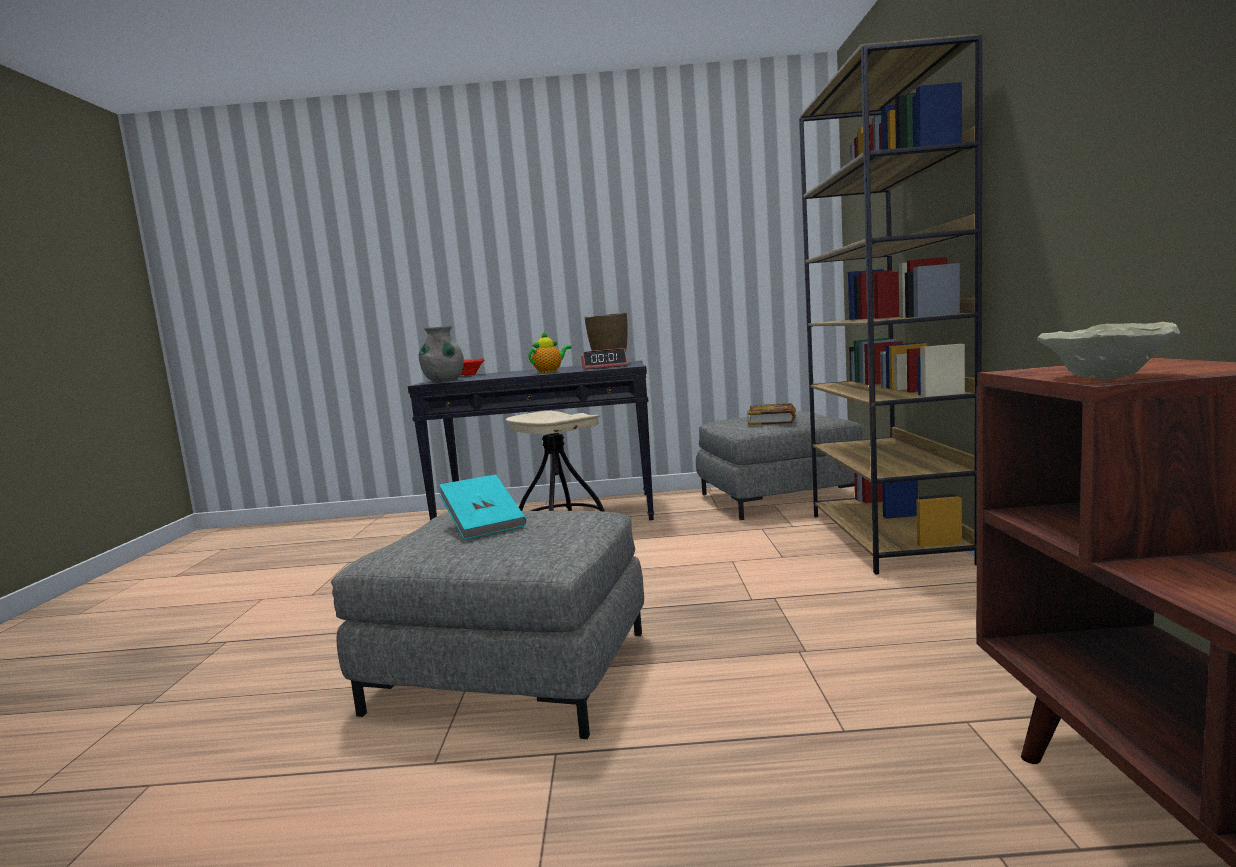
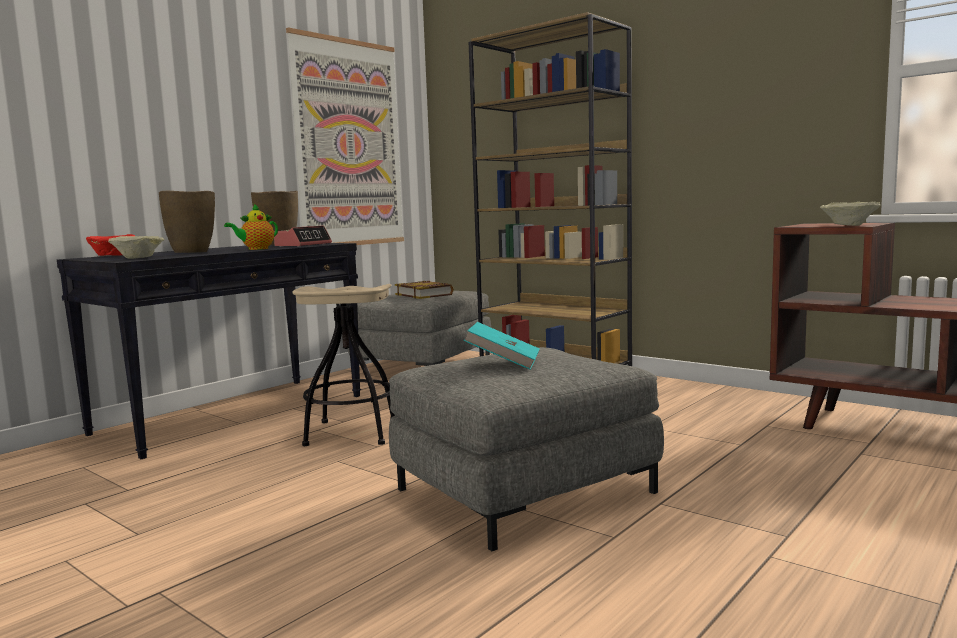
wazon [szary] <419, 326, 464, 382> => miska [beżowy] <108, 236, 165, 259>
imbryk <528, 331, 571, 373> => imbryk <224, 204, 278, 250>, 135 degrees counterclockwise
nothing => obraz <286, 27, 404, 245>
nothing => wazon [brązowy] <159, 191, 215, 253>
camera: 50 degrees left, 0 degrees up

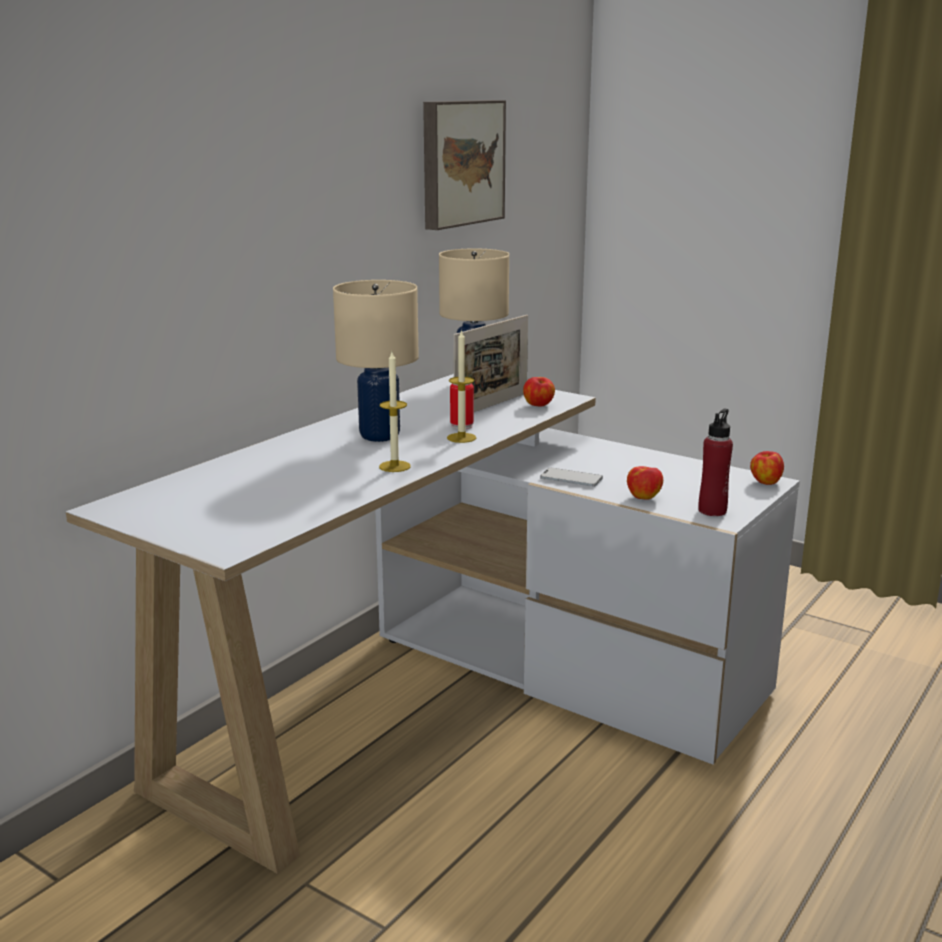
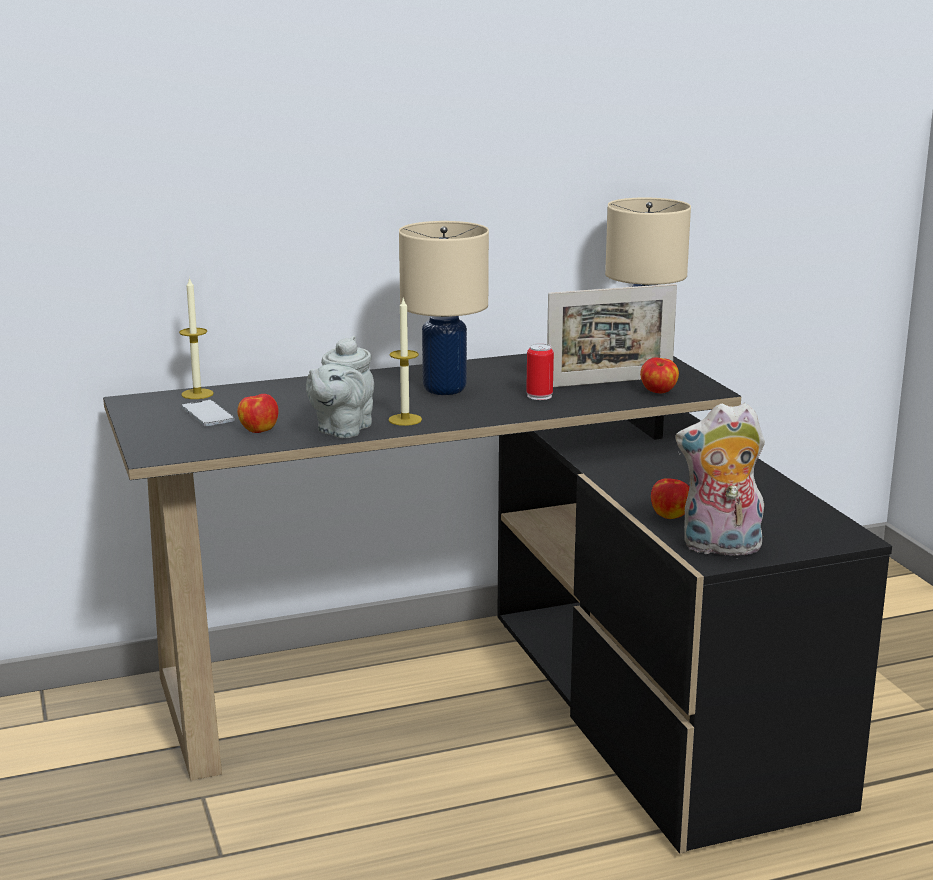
obraz <423, 100, 506, 230> => nothing
świeca <447, 329, 476, 443> => świeca <179, 277, 214, 399>, relocated
biurko [biały] <66, 374, 800, 874> => biurko [czarny] <103, 354, 892, 854>
butelka [czerwony] <698, 408, 733, 516> => pluszak <675, 403, 765, 556>
jabłko <750, 451, 784, 485> => jabłko <237, 394, 279, 433>, relocated
telefon <540, 468, 603, 487> => telefon <182, 400, 235, 426>, relocated
nothing => imbryk [szary] <306, 336, 374, 438>
camera: 35 degrees right, 0 degrees up

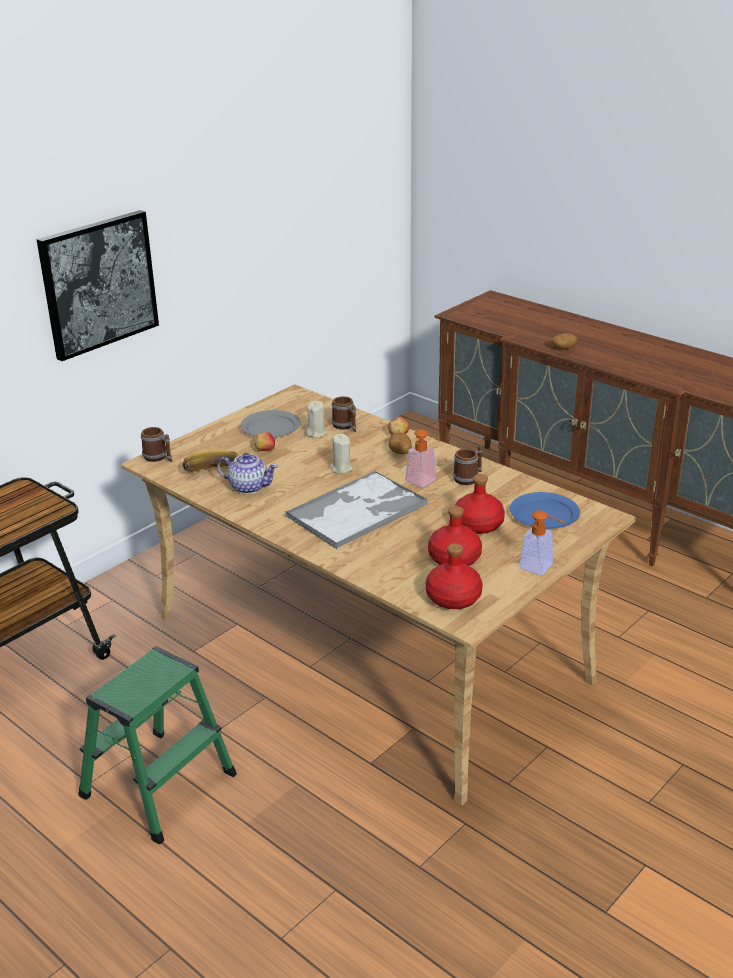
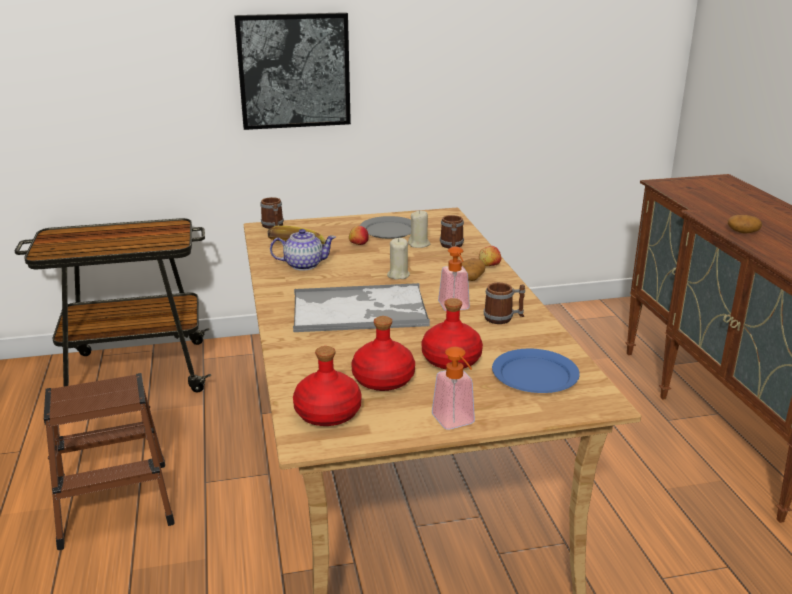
imbryk <217, 453, 278, 494> => imbryk <270, 229, 336, 271>, 60 degrees counterclockwise
drabinka [zielony] <78, 646, 237, 844> => drabinka [brązowy] <44, 373, 175, 550>
camera: 35 degrees right, 5 degrees down

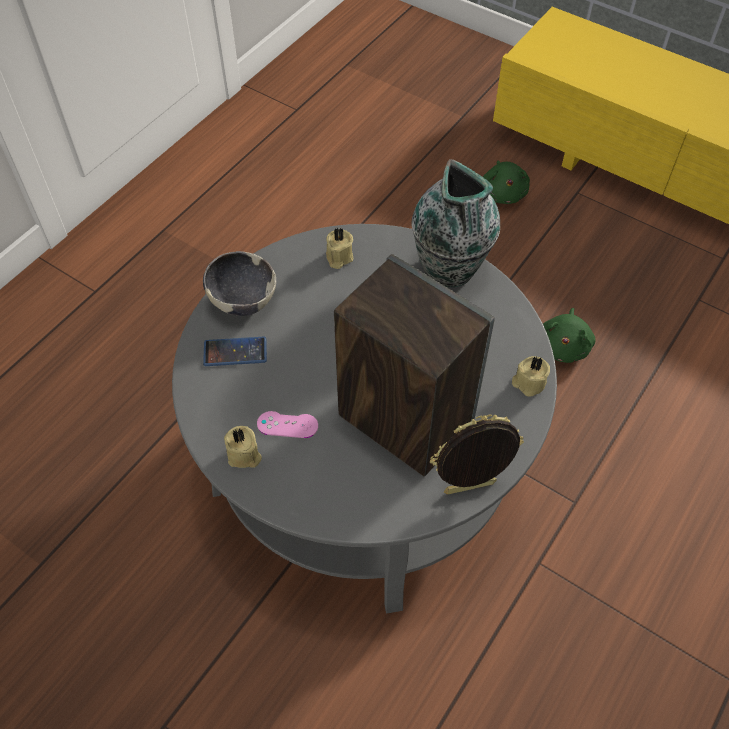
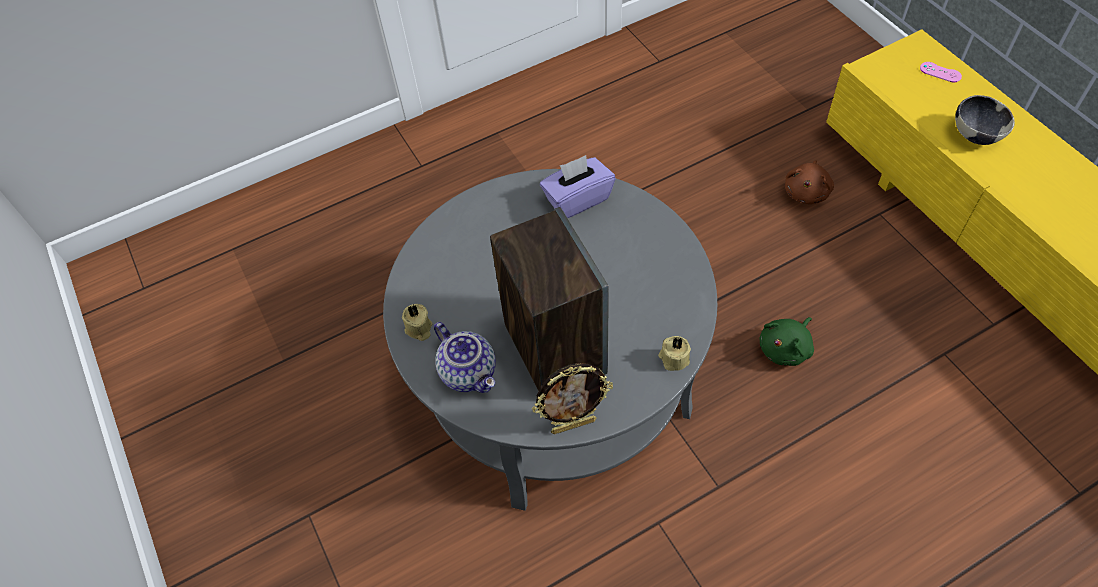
wazon <411, 159, 500, 287> => nothing
pluszak [zielony] <483, 161, 530, 204> => pluszak [brązowy] <785, 161, 834, 204>
świeca [beżowy] <326, 228, 353, 269> => pudełko chusteczek [fioletowy] <540, 155, 615, 218>
miska <203, 251, 276, 316> => miska <955, 95, 1015, 145>, relocated
telefon <203, 337, 267, 366> => nothing
pad do gier [różowy] <257, 411, 318, 438> => pad do gier [różowy] <920, 62, 962, 82>, relocated
ramka na zdjęcie <430, 415, 524, 494> => ramka na zdjęcie <532, 363, 613, 434>, 150 degrees clockwise
nothing => imbryk <434, 322, 496, 393>
camera: 30 degrees right, 0 degrees up

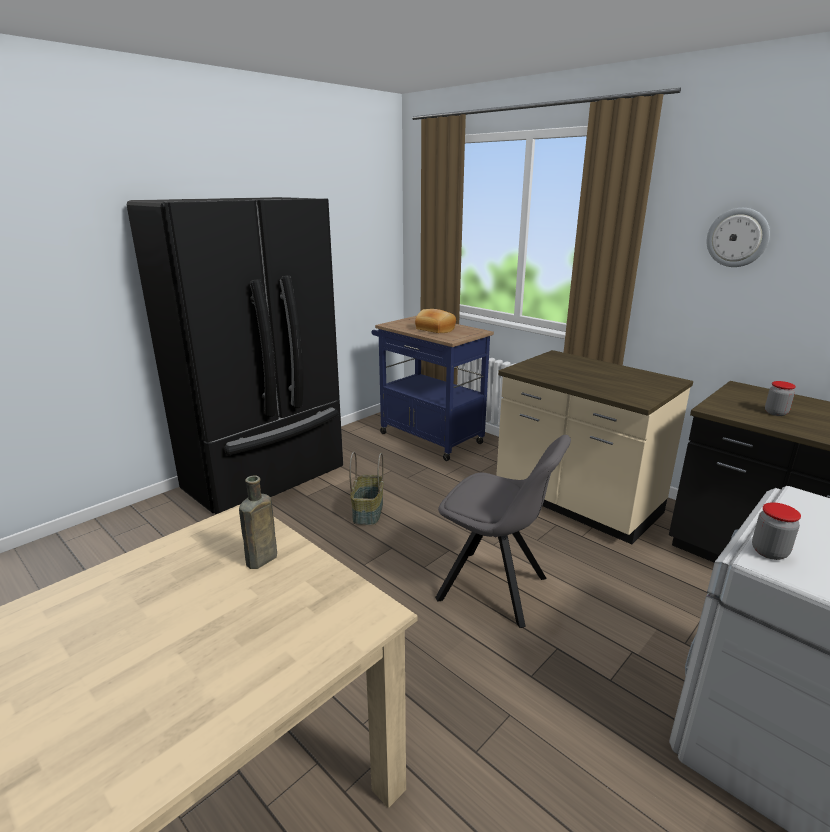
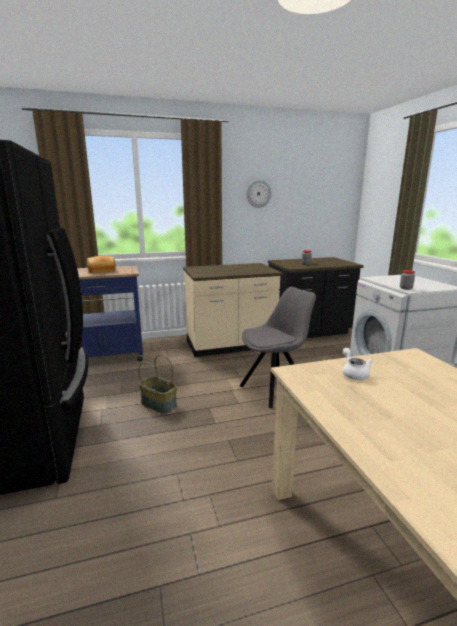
butelka [brązowy] <239, 475, 277, 569> => imbryk [biały] <342, 348, 373, 380>
camera: 60 degrees left, 5 degrees down

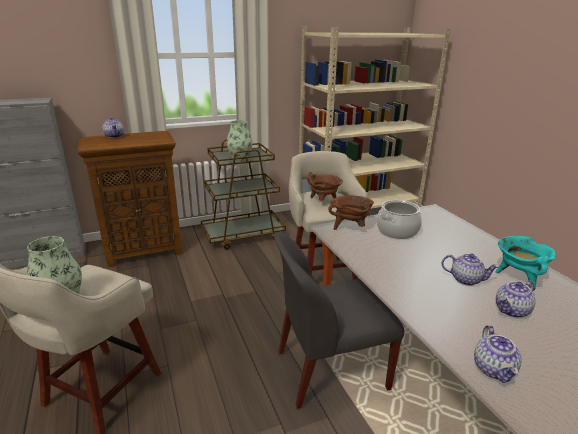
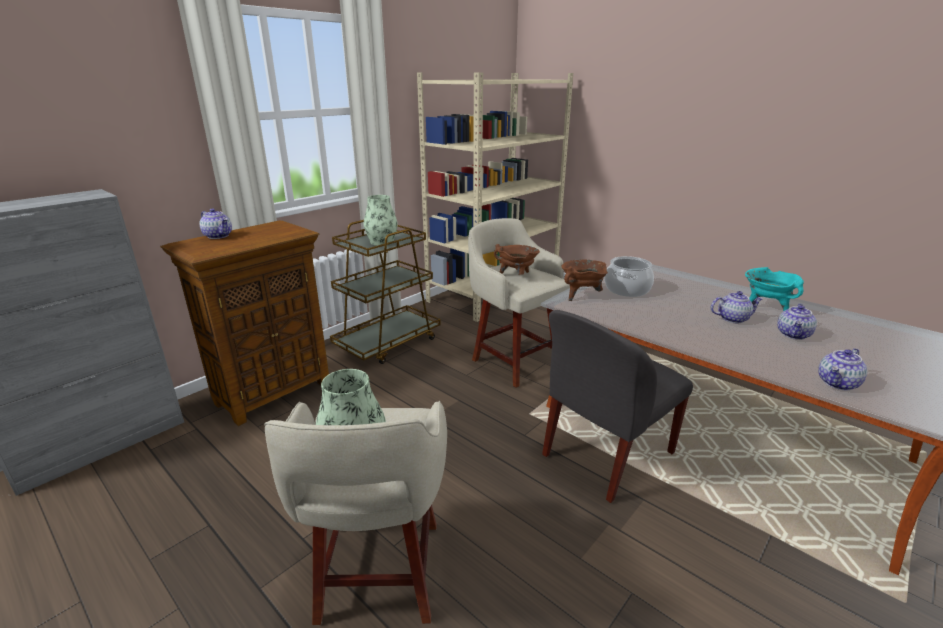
imbryk <474, 325, 522, 383> => imbryk <818, 348, 867, 390>, 75 degrees clockwise
camera: 25 degrees left, 0 degrees up

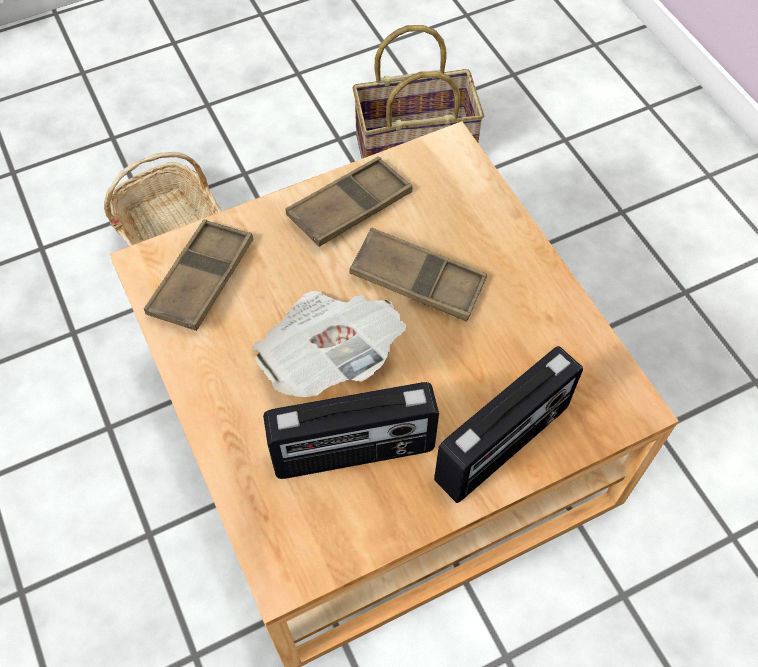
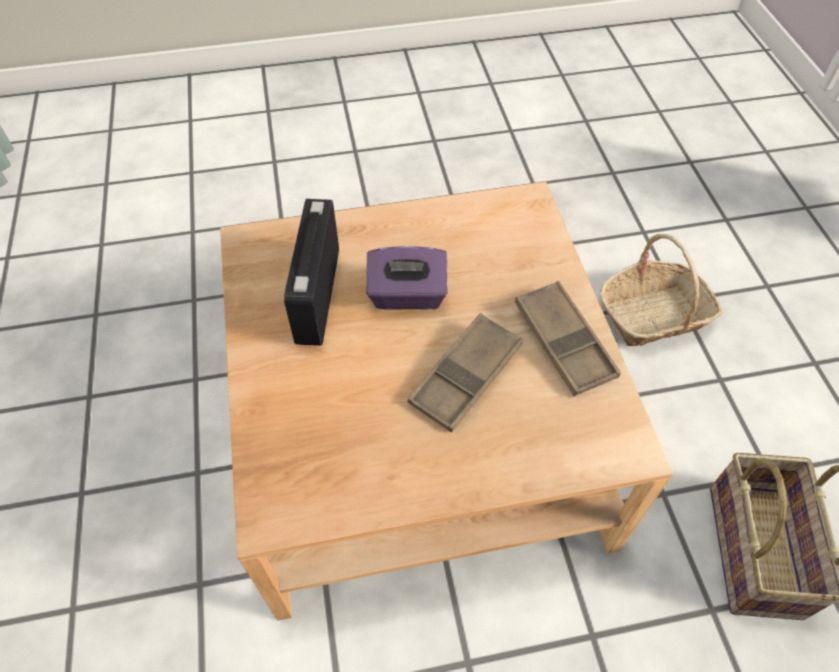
taca [brązowy] <144, 219, 254, 331> => nothing
gazeta <251, 291, 406, 397> => pudełko chusteczek [fioletowy] <366, 246, 447, 310>
radio <434, 346, 583, 503> => nothing
camera: 105 degrees right, 5 degrees down

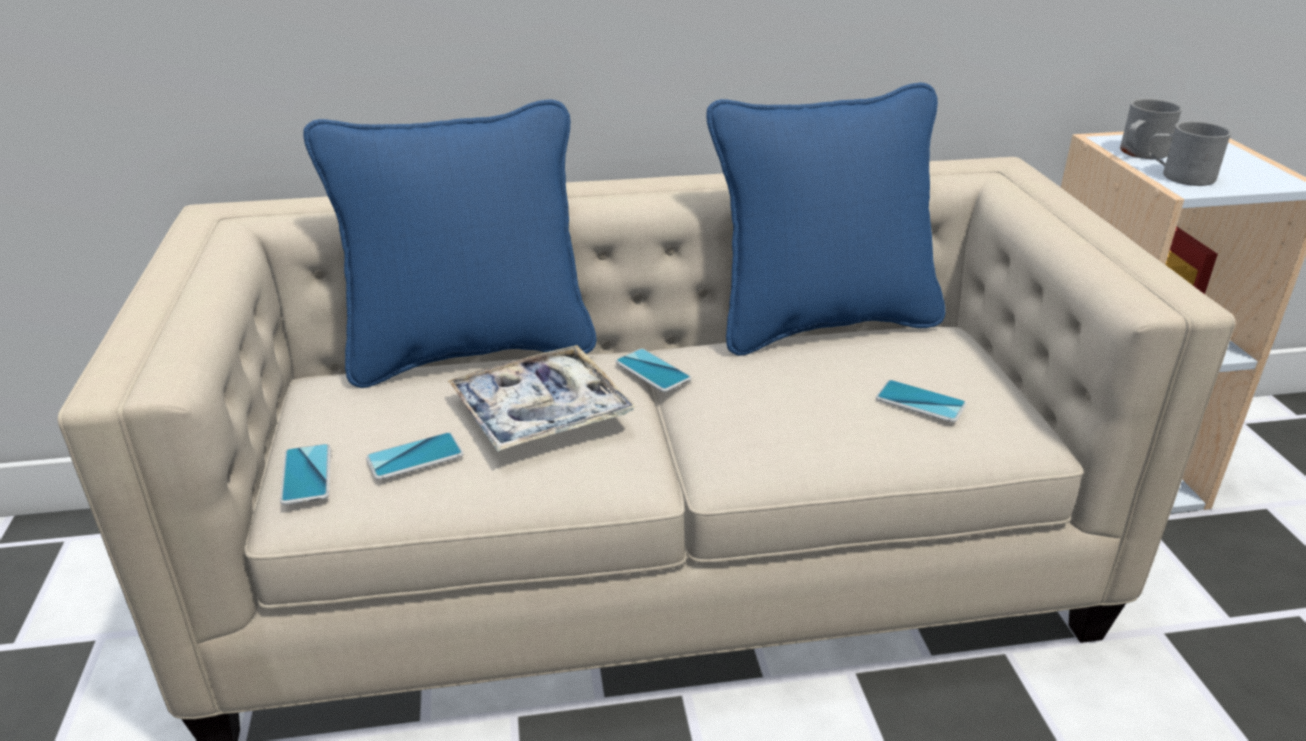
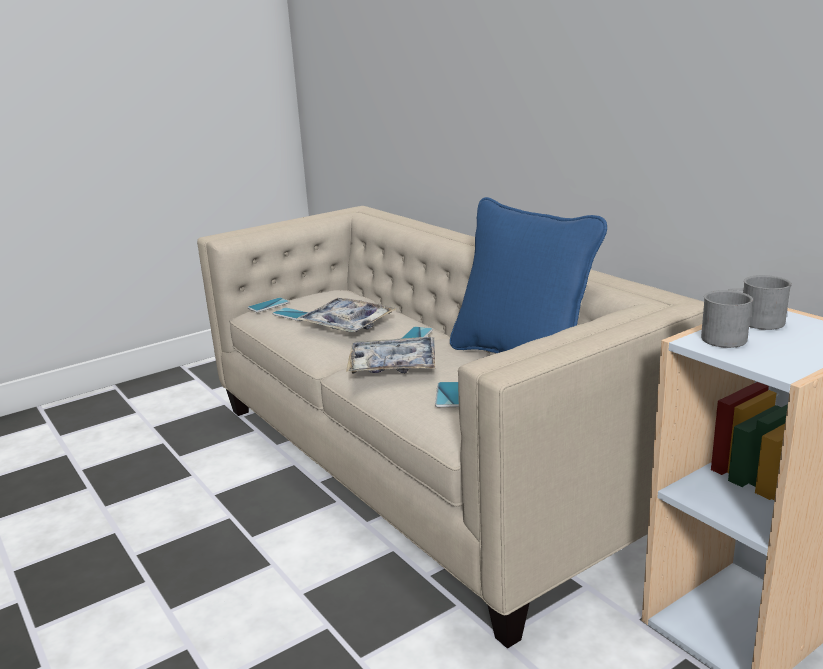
poduszka [niebieski] <303, 99, 596, 388> => nothing
nothing => taca <346, 337, 435, 374>
camera: 65 degrees right, 10 degrees down

